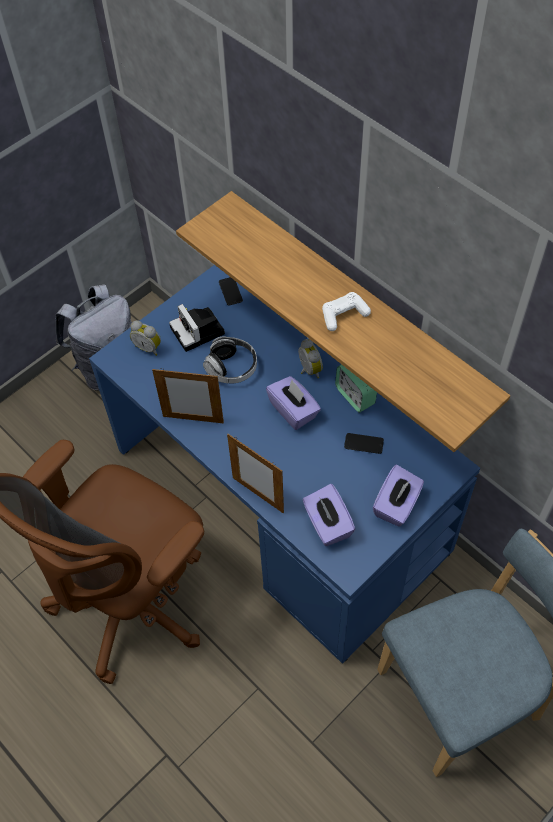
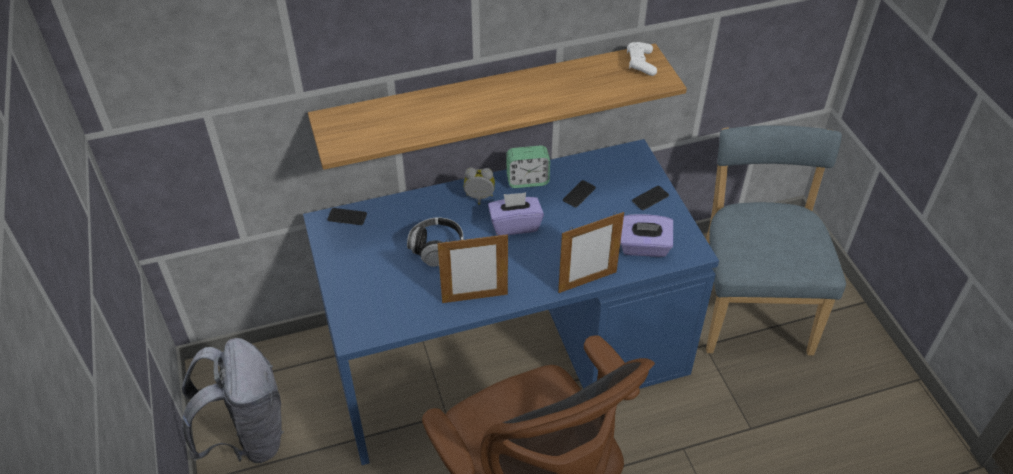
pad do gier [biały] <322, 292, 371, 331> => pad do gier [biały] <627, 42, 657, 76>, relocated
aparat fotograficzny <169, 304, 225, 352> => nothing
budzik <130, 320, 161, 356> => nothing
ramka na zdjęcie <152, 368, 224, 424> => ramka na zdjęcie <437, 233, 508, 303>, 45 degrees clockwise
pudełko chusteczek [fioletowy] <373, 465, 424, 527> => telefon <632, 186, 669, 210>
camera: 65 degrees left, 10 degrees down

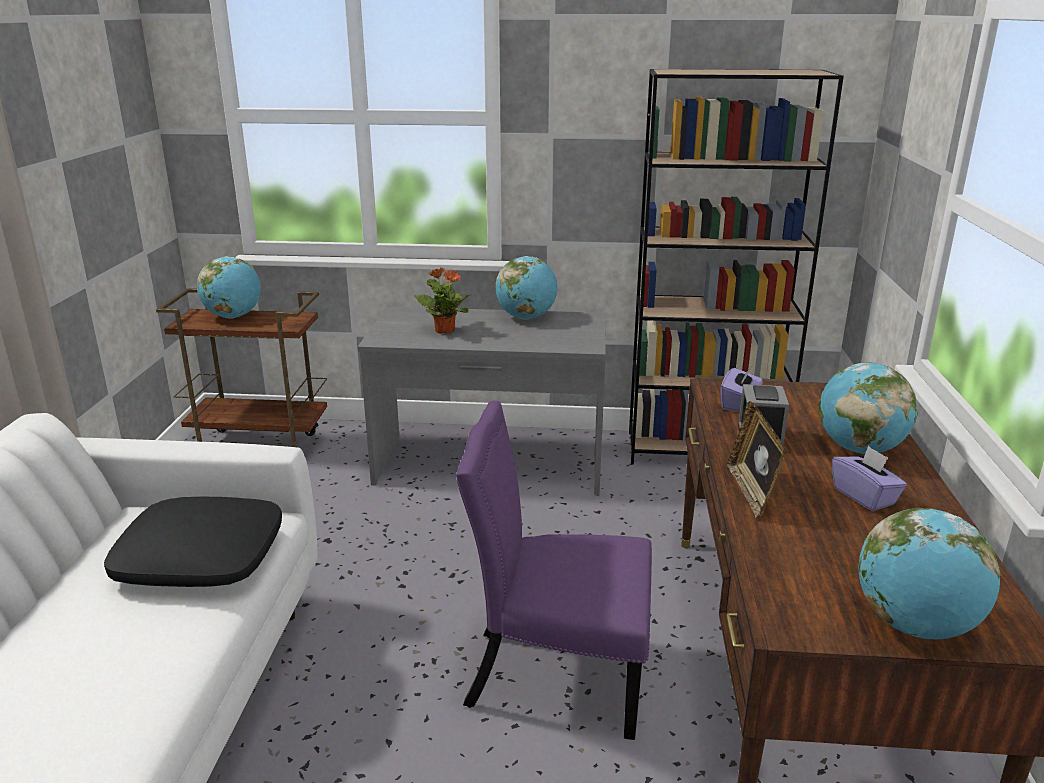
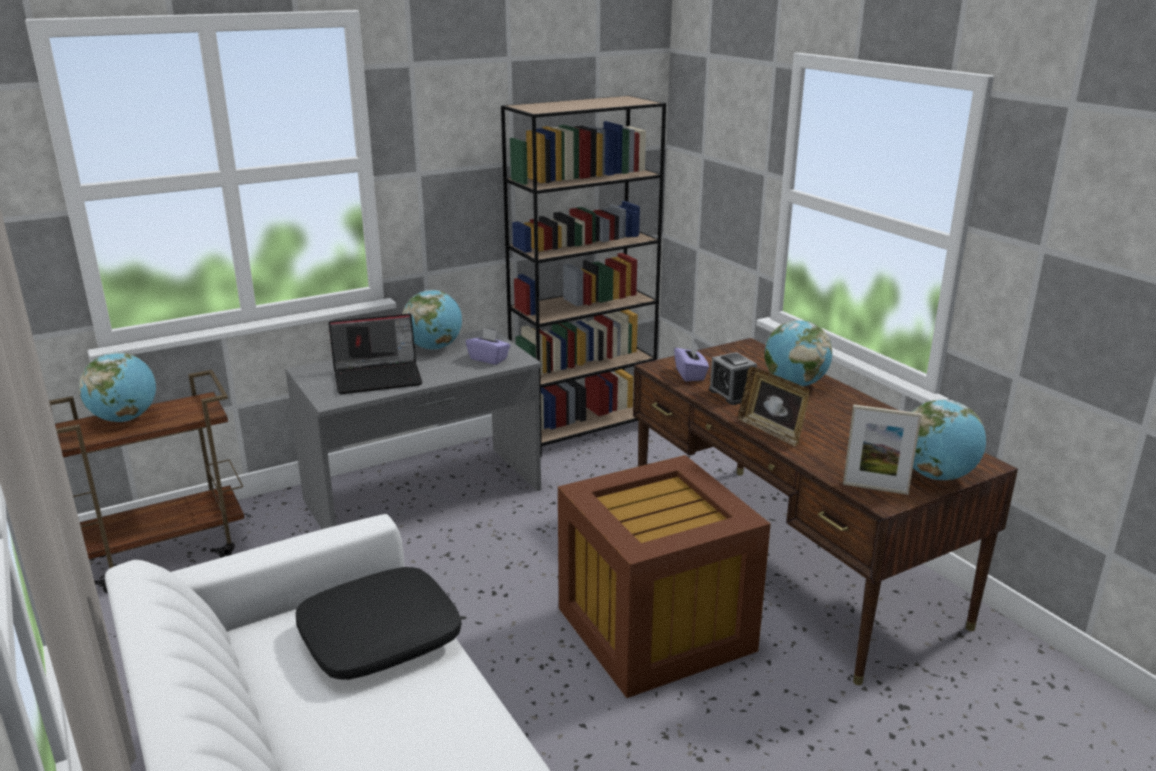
roślina doniczkowa <414, 267, 472, 334> => laptop <328, 314, 423, 394>
krzesło [fioletowy] <456, 400, 652, 740> => pojemnik do przechowywania [brązowy] <558, 455, 771, 698>
pudełko chusteczek [fioletowy] <832, 446, 907, 511> => pudełko chusteczek [fioletowy] <466, 328, 510, 365>, relocated
nothing => ramka na zdjęcie <843, 404, 922, 495>
camera: 35 degrees left, 0 degrees up

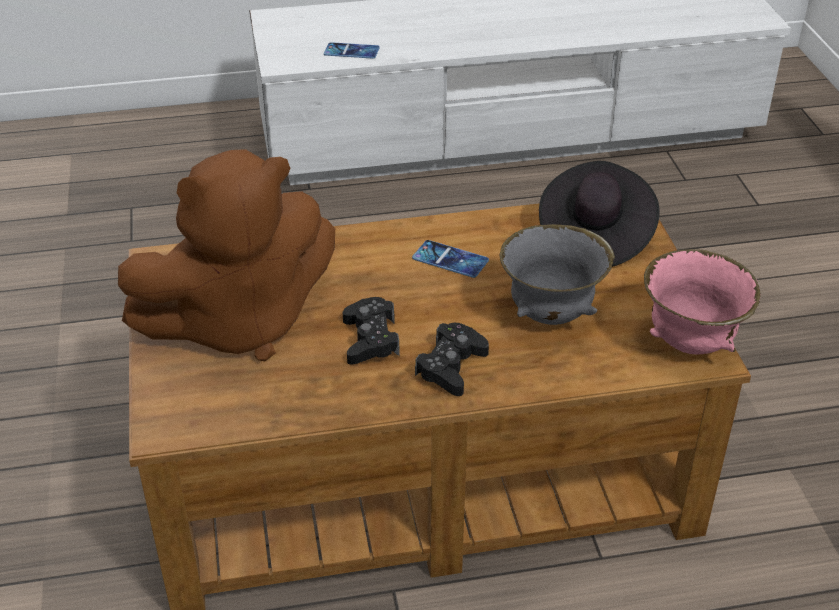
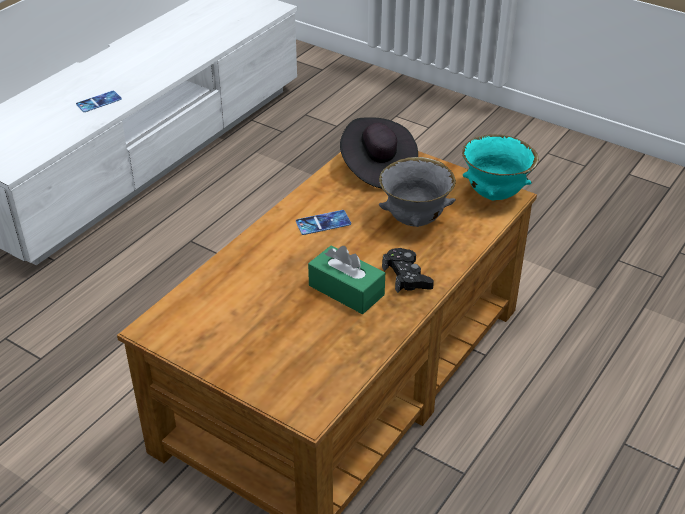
telefon <324, 42, 380, 59> => telefon <76, 91, 122, 112>, relocated
pluszak [brązowy] <118, 149, 335, 362> => nothing
miska [różowy] <644, 249, 761, 355> => miska [turkusowy] <462, 134, 539, 200>
pad do gier [czarny] <343, 297, 400, 365> => pudełko chusteczek [zielony] <308, 245, 385, 314>
camera: 45 degrees left, 0 degrees up

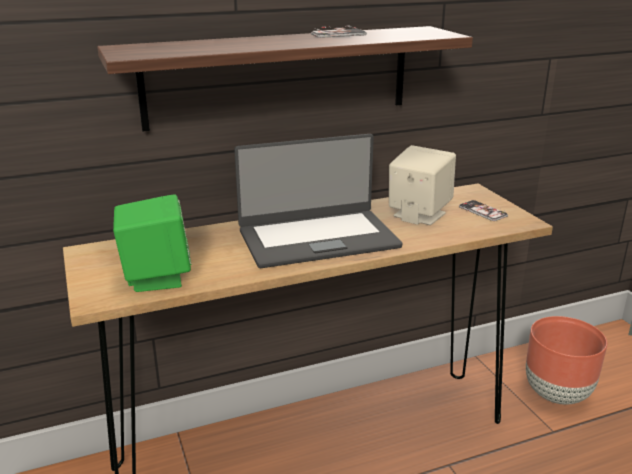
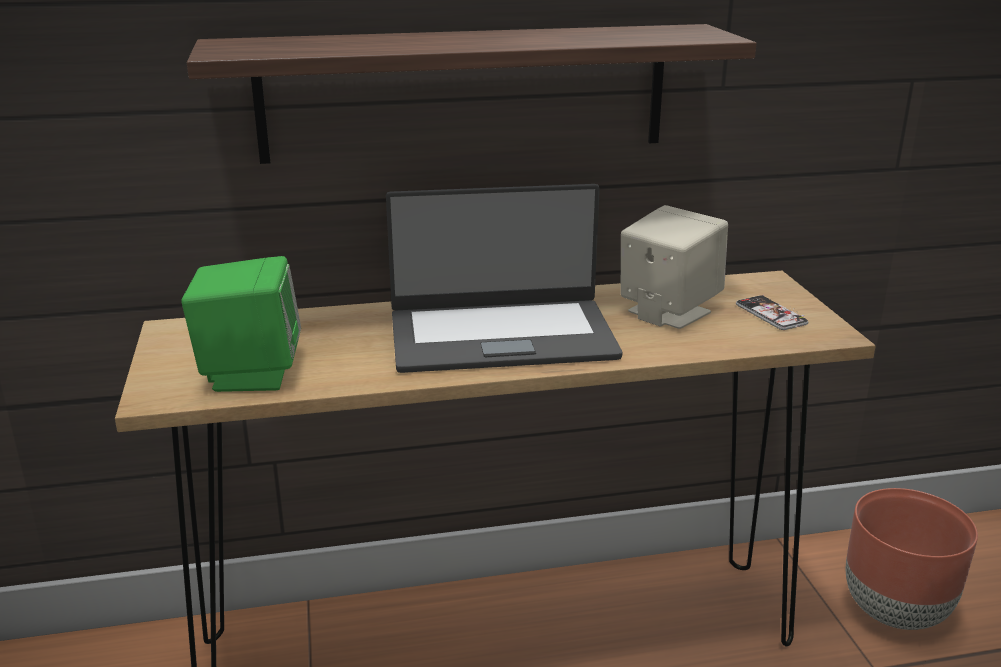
telefon <311, 25, 367, 38> => nothing
camera: 10 degrees right, 0 degrees up

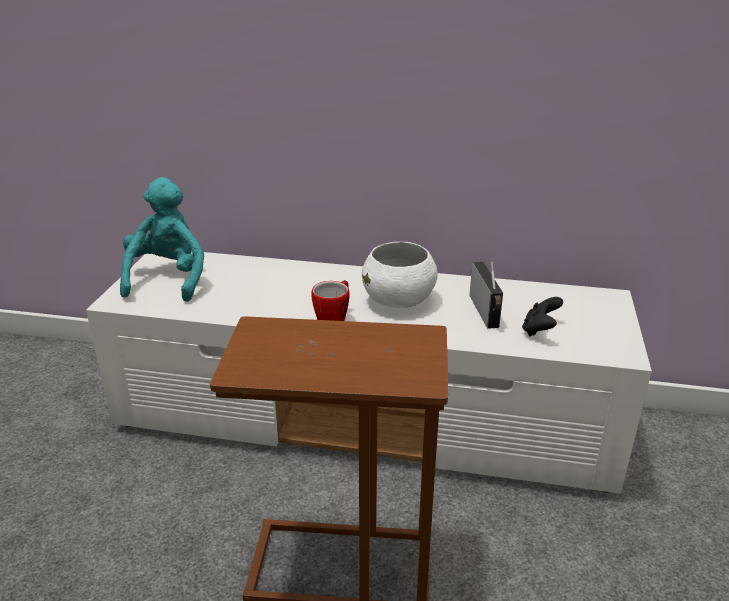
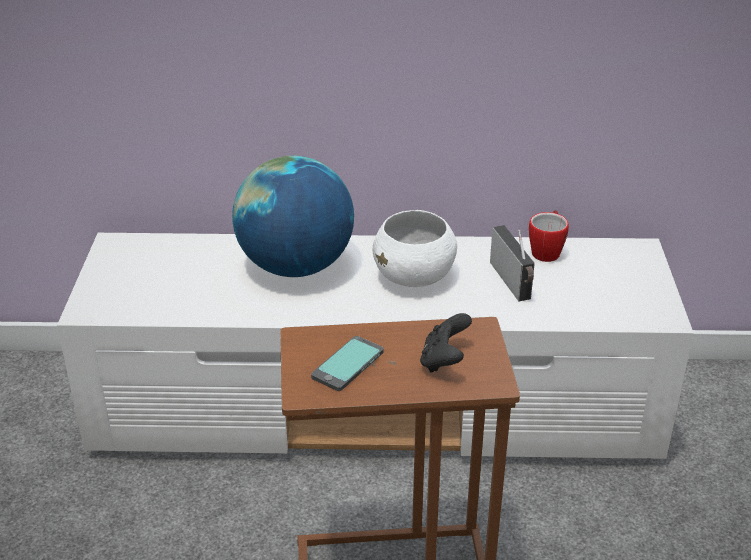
pluszak [turkusowy] <120, 177, 204, 302> => nothing
kubek <311, 280, 349, 321> => kubek <529, 210, 569, 262>, relocated
pad do gier [czarny] <522, 297, 563, 337> => pad do gier [czarny] <420, 313, 472, 372>, relocated
nothing => globus <232, 156, 354, 277>
nothing => telefon <311, 336, 384, 391>
camera: 10 degrees left, 5 degrees up

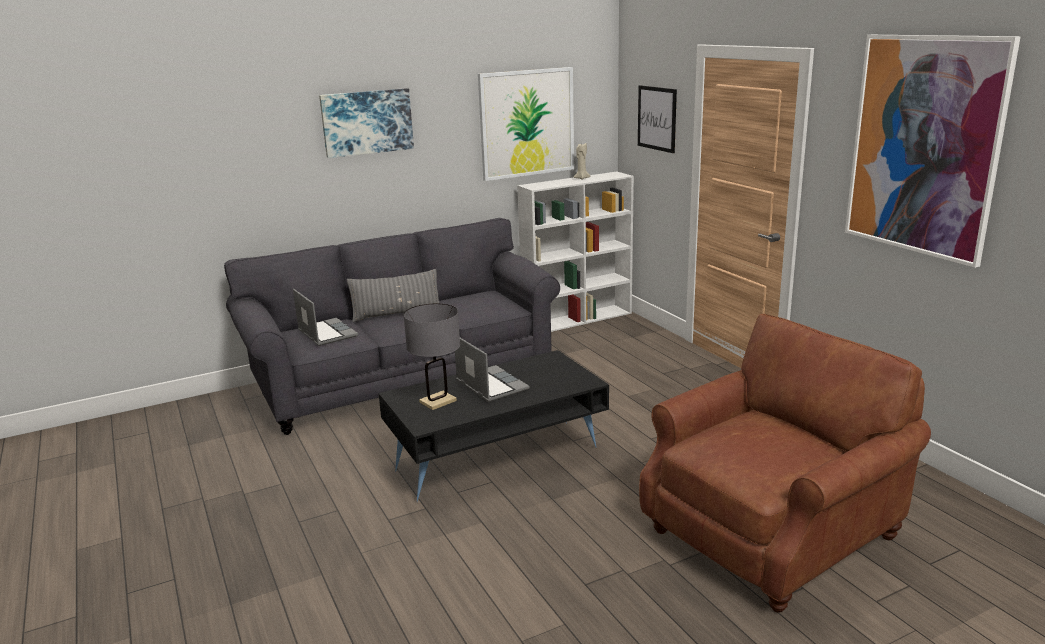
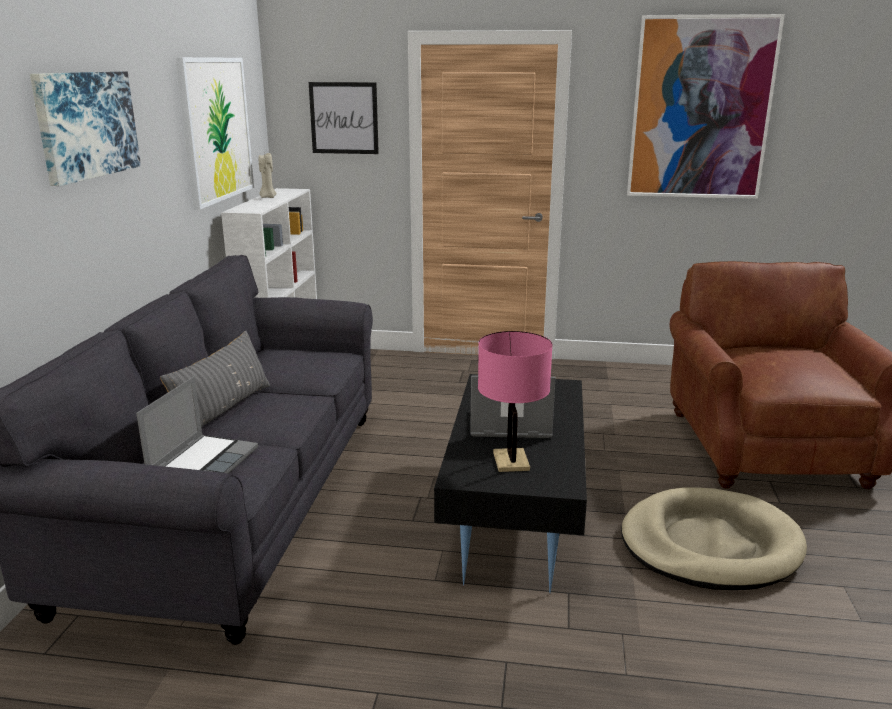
laptop <293, 289, 358, 346> => laptop <136, 376, 258, 474>, 105 degrees clockwise
lampa stołowa [szary] <404, 303, 460, 410> => lampa stołowa [różowy] <478, 331, 553, 472>
nothing => legowisko [beżowy] <621, 488, 807, 590>
camera: 55 degrees left, 0 degrees up

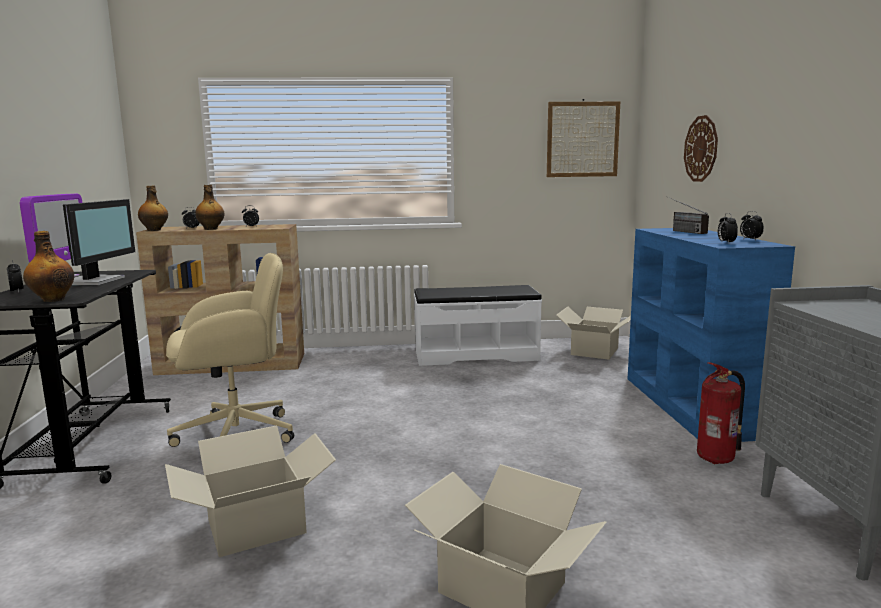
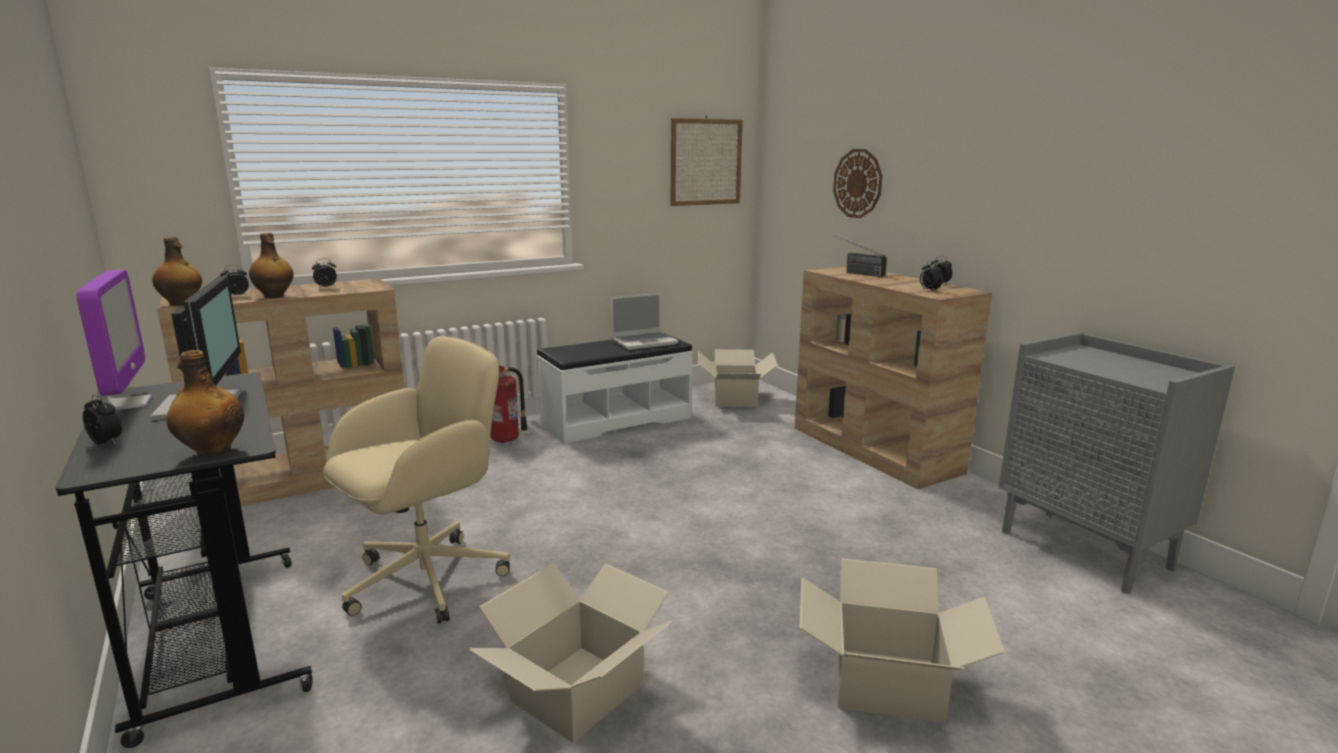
regał [niebieski] <628, 228, 795, 442> => regał [brązowy] <795, 266, 992, 489>
gaśnica <697, 362, 745, 464> => gaśnica <490, 365, 527, 443>, relocated
nothing => laptop <611, 293, 678, 350>
camera: 25 degrees left, 5 degrees up

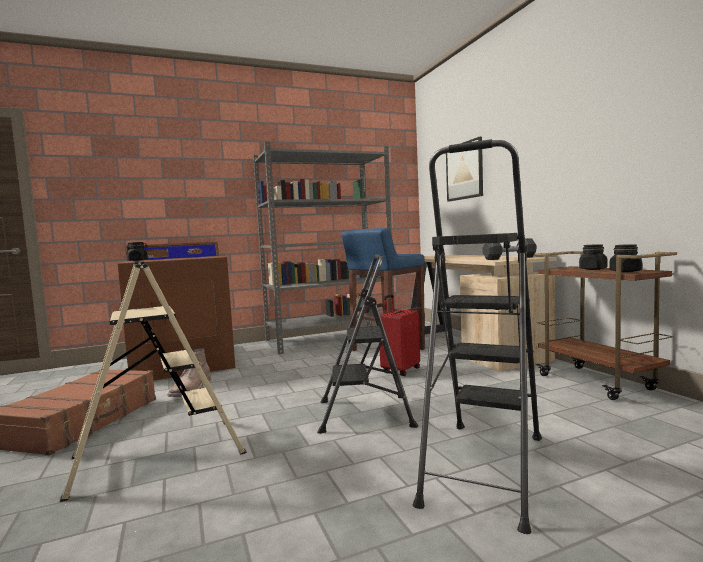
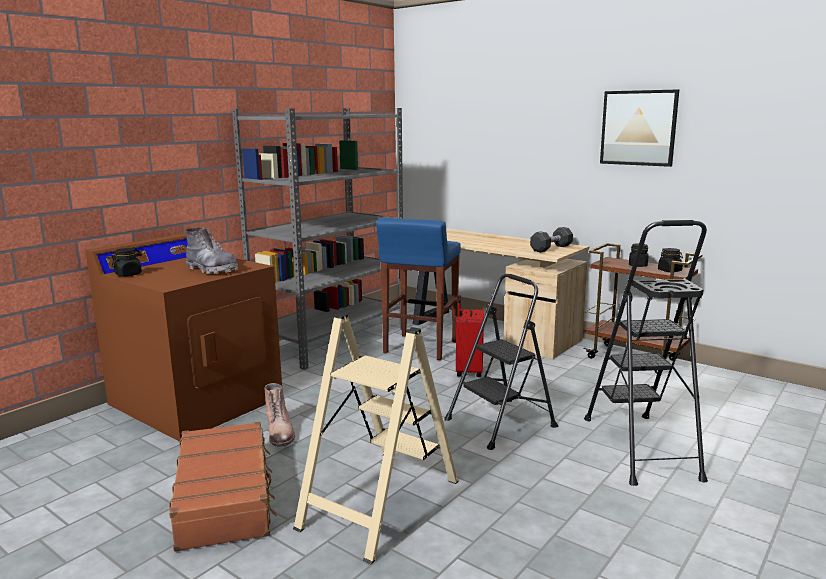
obraz <446, 137, 483, 202> => obraz <600, 89, 679, 167>, relocated
nothing => but z cholewką [szary] <185, 227, 238, 274>
camera: 30 degrees left, 10 degrees up

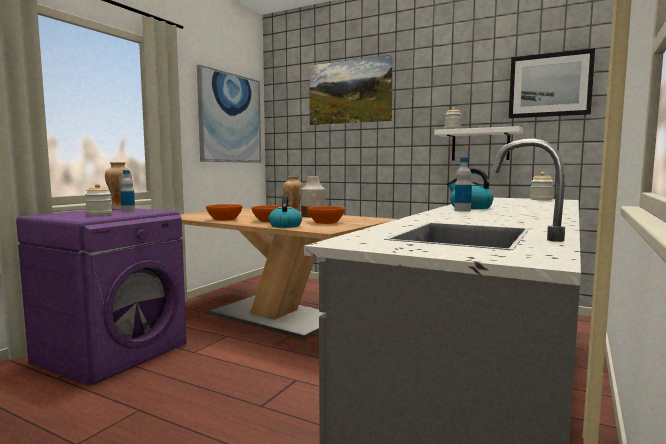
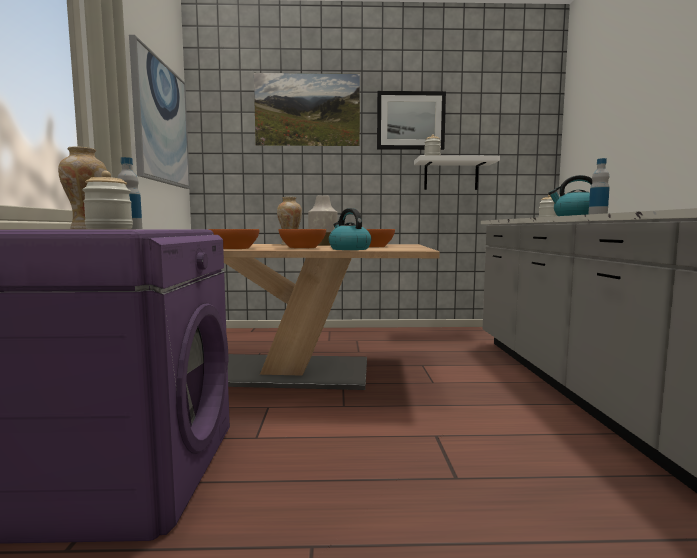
obraz <509, 48, 595, 118> => obraz <377, 91, 446, 150>, relocated
camera: 30 degrees left, 0 degrees up

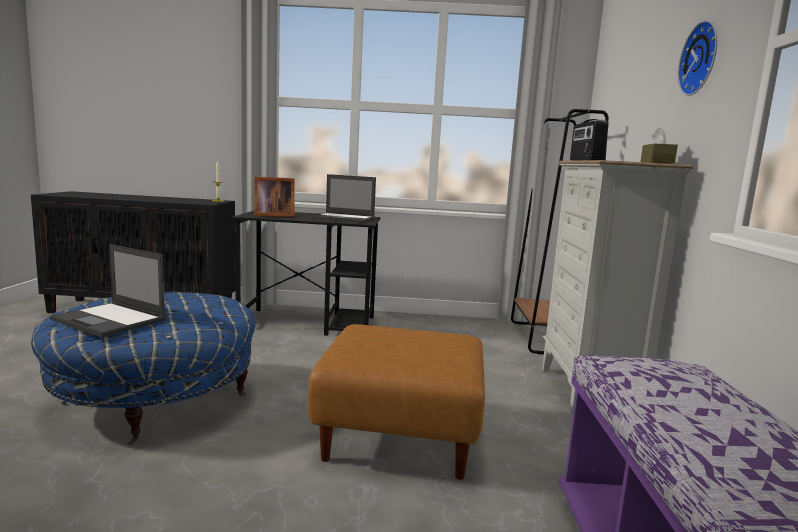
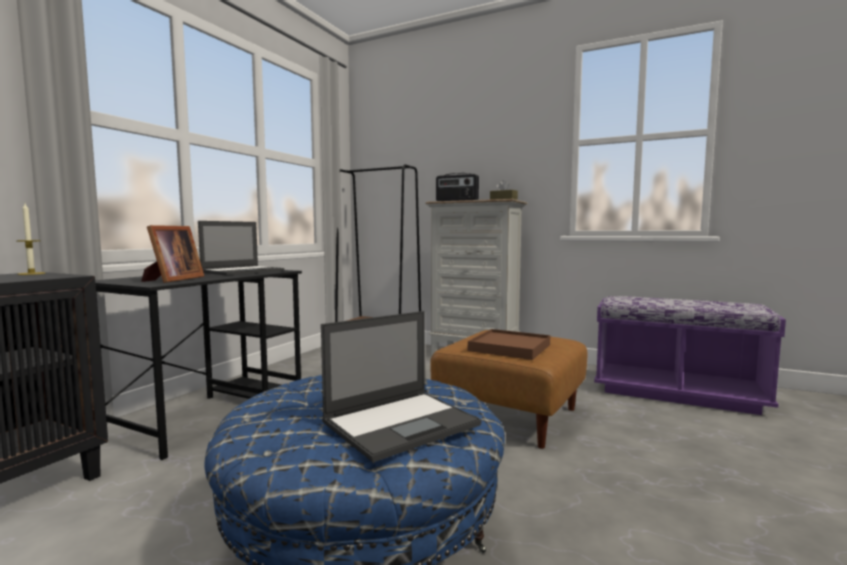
zegar ścienny <678, 20, 717, 96> => nothing
nothing => taca [brązowy] <468, 329, 550, 360>
camera: 65 degrees left, 5 degrees down

